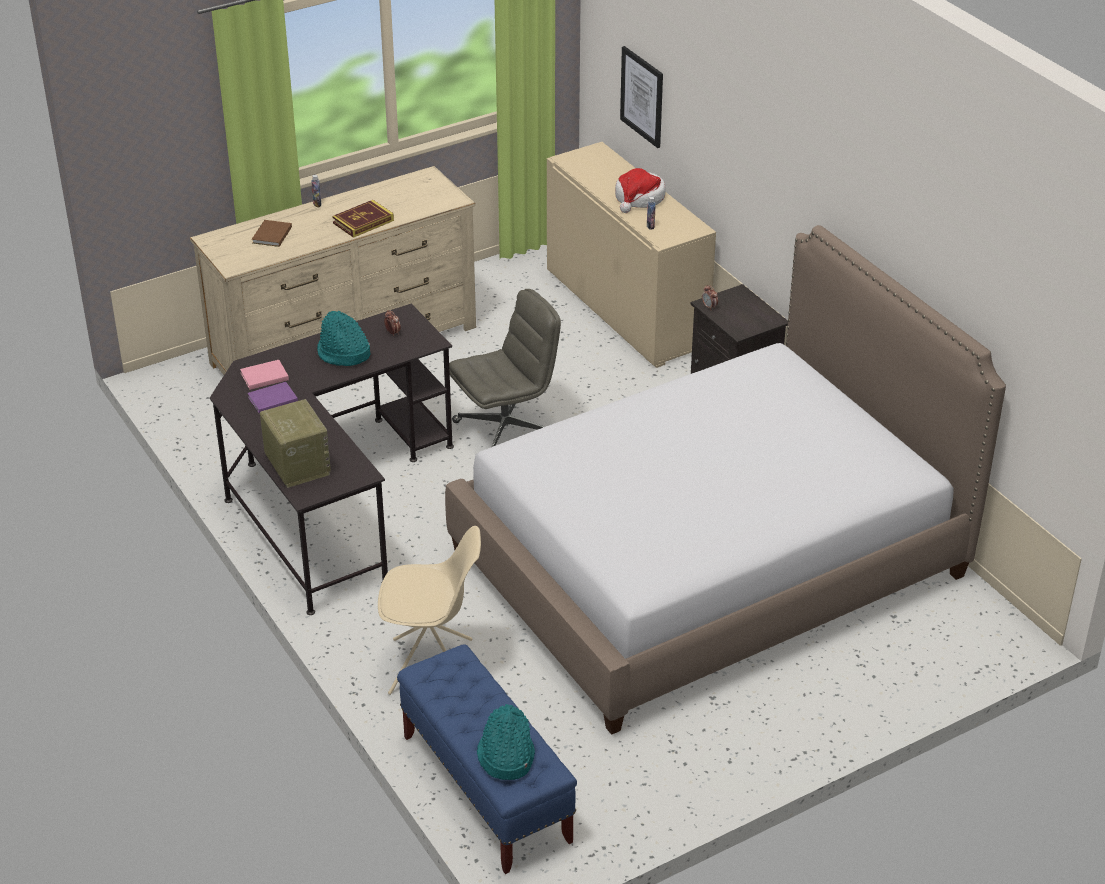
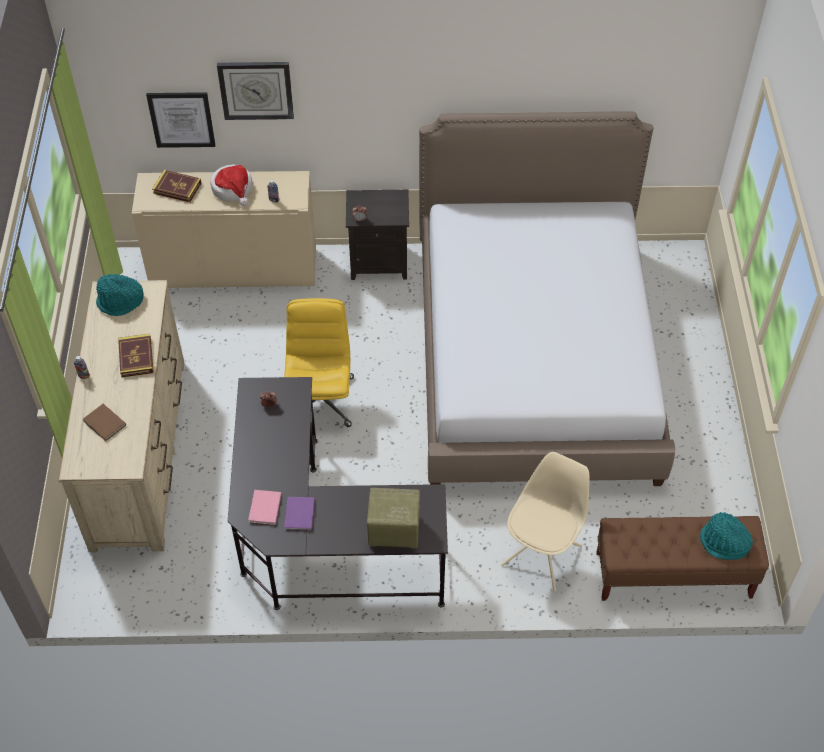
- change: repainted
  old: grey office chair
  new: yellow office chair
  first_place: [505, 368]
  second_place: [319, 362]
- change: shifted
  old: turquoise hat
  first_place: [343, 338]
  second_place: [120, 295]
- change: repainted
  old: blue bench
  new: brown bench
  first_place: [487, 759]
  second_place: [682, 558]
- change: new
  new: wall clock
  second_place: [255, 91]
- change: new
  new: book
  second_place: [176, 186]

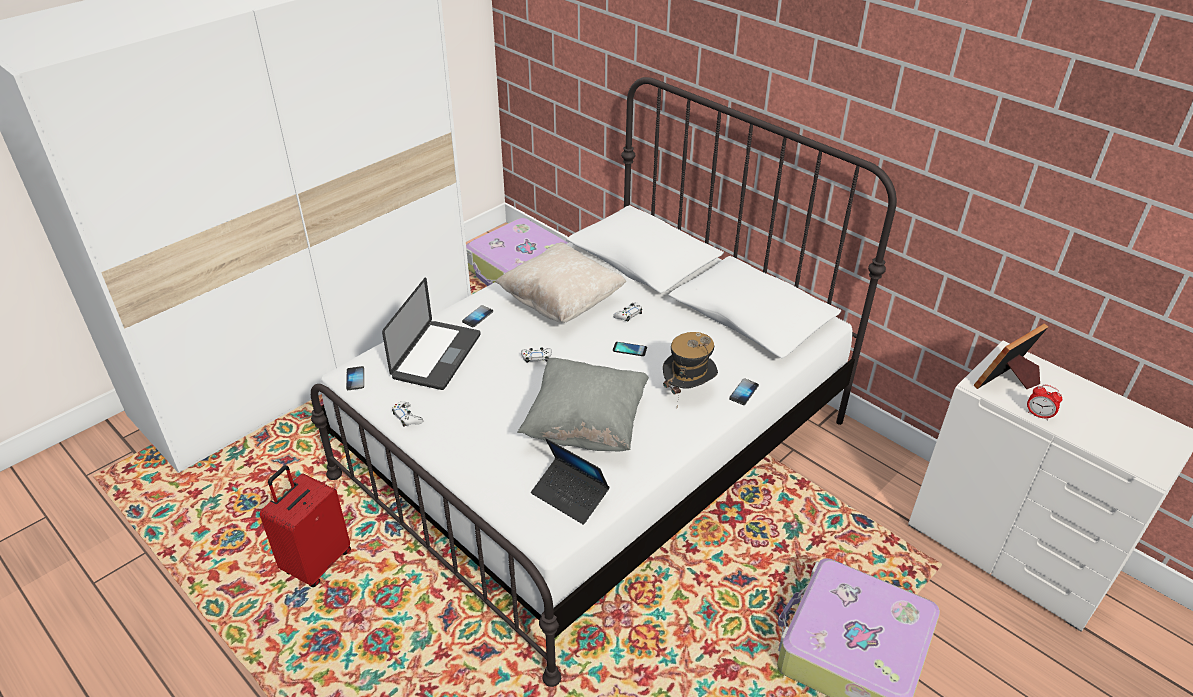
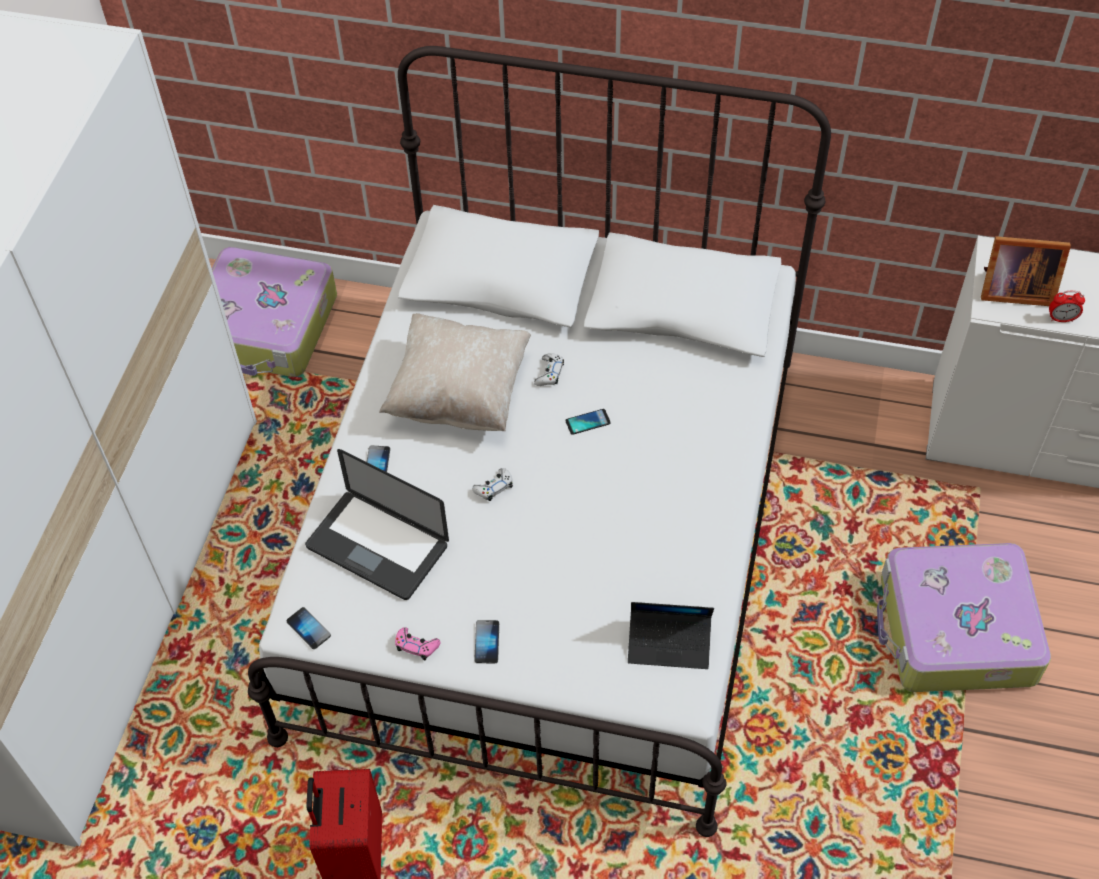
- change: rotated
  old: laptop
  first_place: [431, 334]
  second_place: [377, 524]
  degrees: 135
- change: rotated
  old: picture frame
  first_place: [1011, 356]
  second_place: [1026, 271]
  degrees: -105
- change: gone
  old: hat
  first_place: [690, 369]
- change: gone
  old: grey pillow
  first_place: [583, 404]
- change: shifted
  old: phone
  first_place: [744, 391]
  second_place: [486, 641]
- change: repainted
  old: white game controller
  new: pink game controller
  first_place: [407, 414]
  second_place: [417, 643]

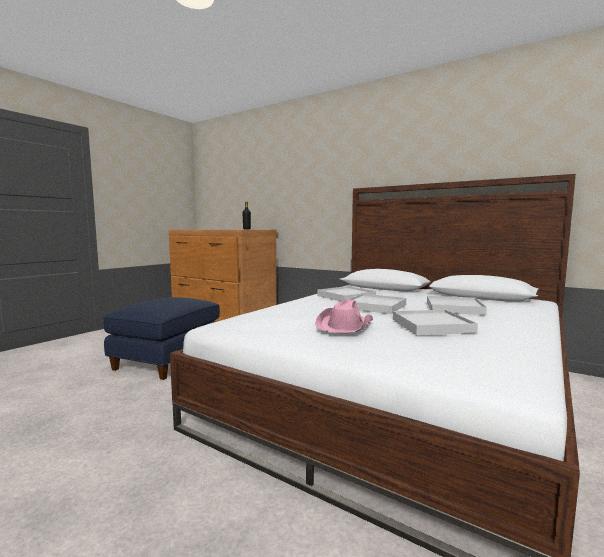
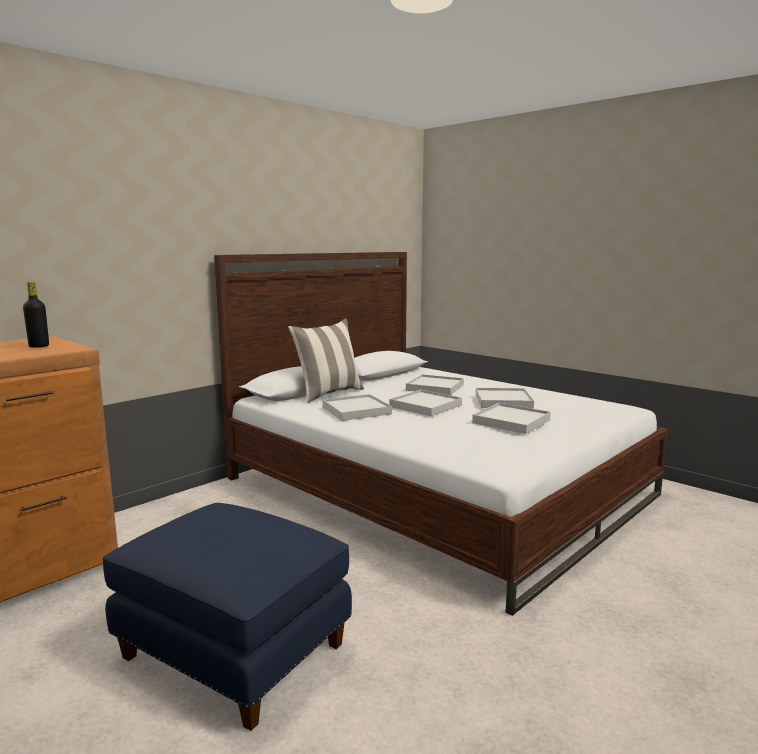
- change: swapped
  old: pink hat
  new: white tray
  first_place: [344, 315]
  second_place: [511, 418]
- change: new
  new: pillow
  second_place: [326, 360]

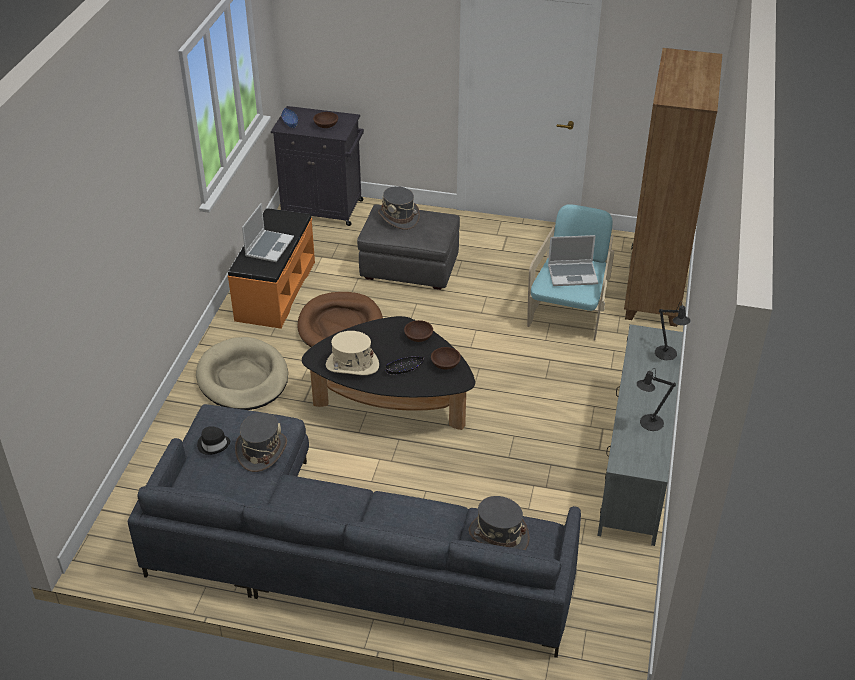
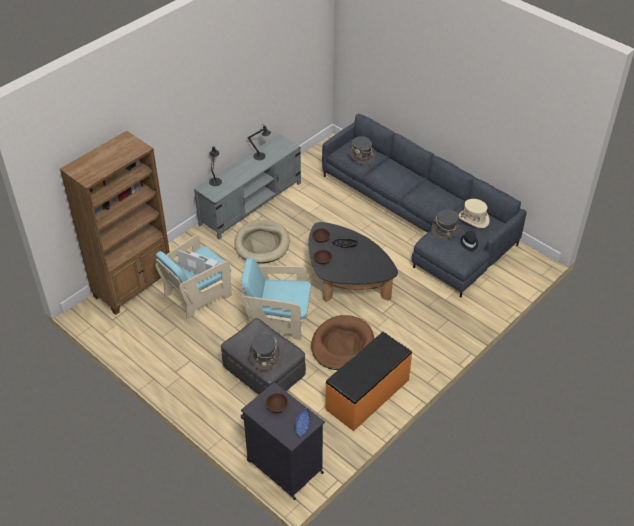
- change: gone
  old: laptop
  first_place: [268, 232]
- change: shifted
  old: beige hat
  first_place: [352, 353]
  second_place: [474, 213]
- change: shifted
  old: beige dog bed
  first_place: [242, 373]
  second_place: [262, 242]
- change: new
  new: turquoise armchair
  second_place: [276, 299]

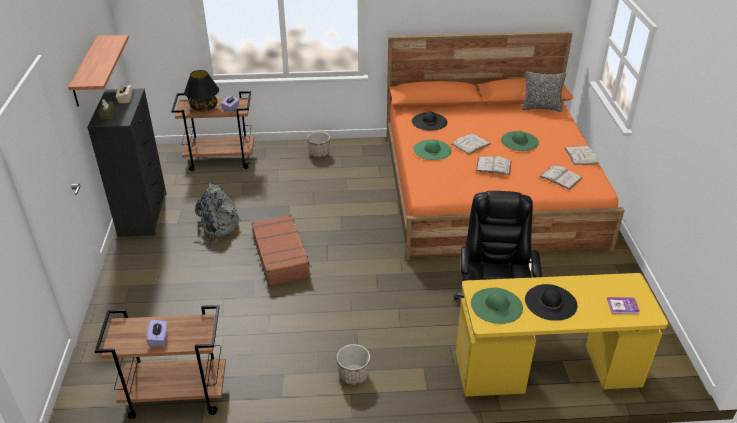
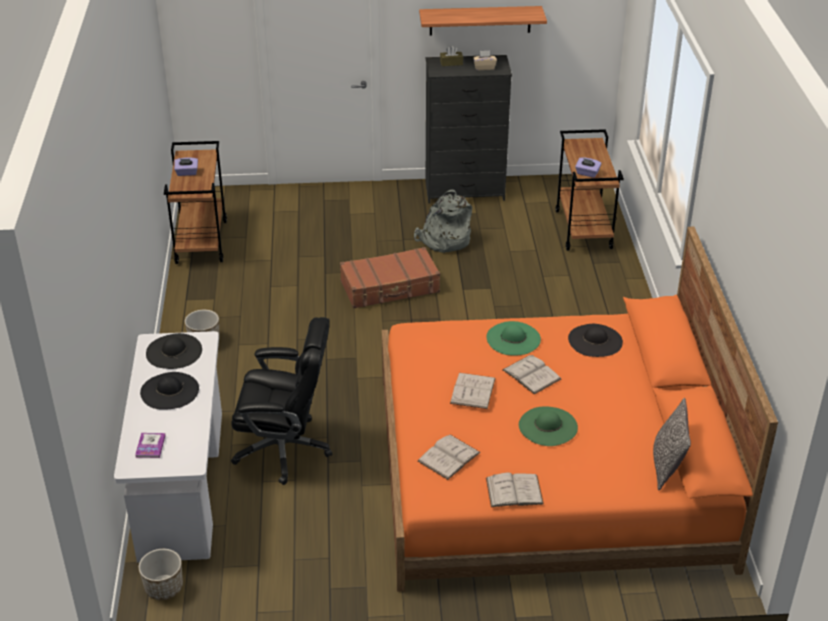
- change: gone
  old: black table lamp
  first_place: [201, 91]
- change: shifted
  old: planter
  first_place: [318, 145]
  second_place: [161, 574]
- change: repainted
  old: yellow desk
  new: white desk
  first_place: [562, 335]
  second_place: [168, 446]
- change: repainted
  old: green hat
  new: black hat
  first_place: [497, 306]
  second_place: [174, 351]

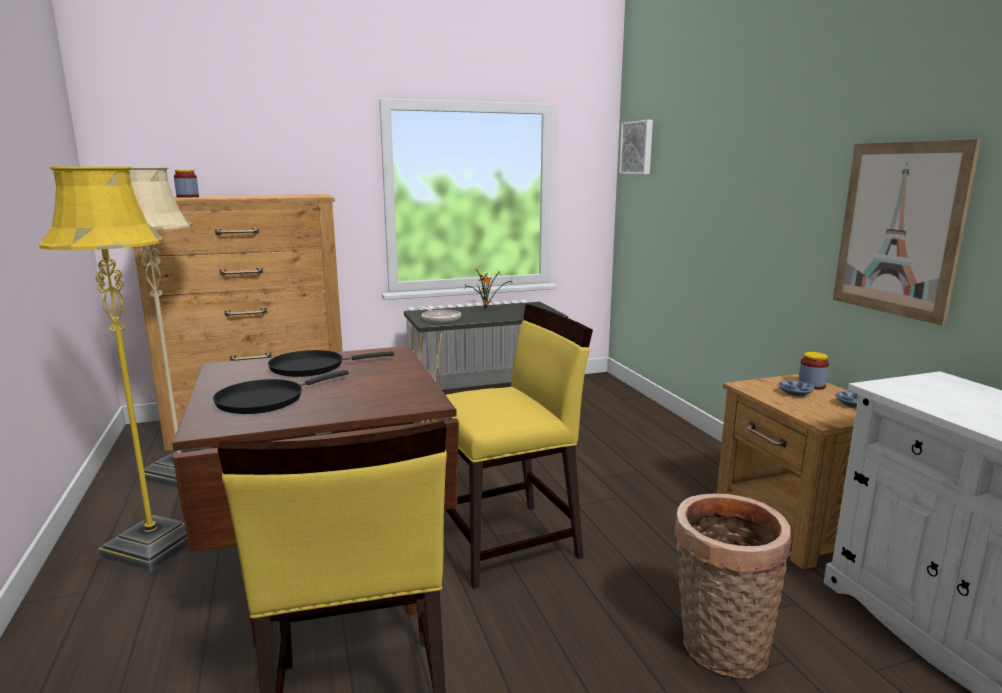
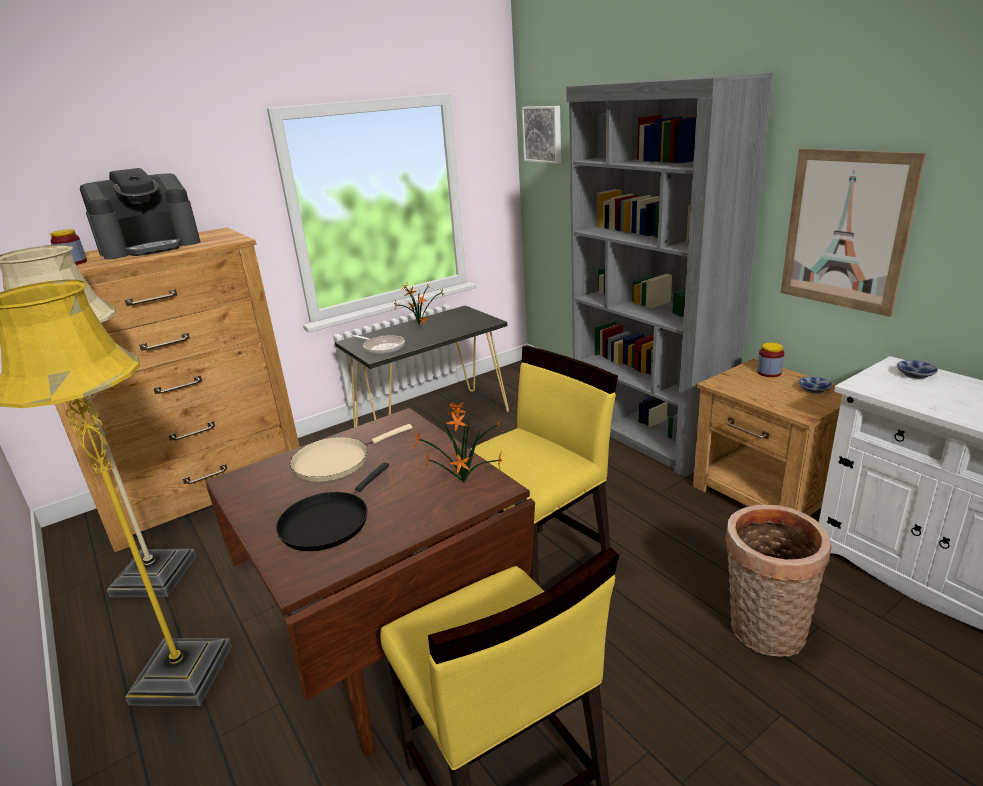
- change: repainted
  old: black frying pan
  new: beige frying pan
  first_place: [331, 363]
  second_place: [351, 453]
- change: shifted
  old: bowl
  first_place: [796, 389]
  second_place: [917, 369]
- change: new
  new: grey bookcase
  second_place: [669, 275]
- change: new
  new: coffee machine
  second_place: [140, 213]
- change: new
  new: potted plant
  second_place: [457, 442]

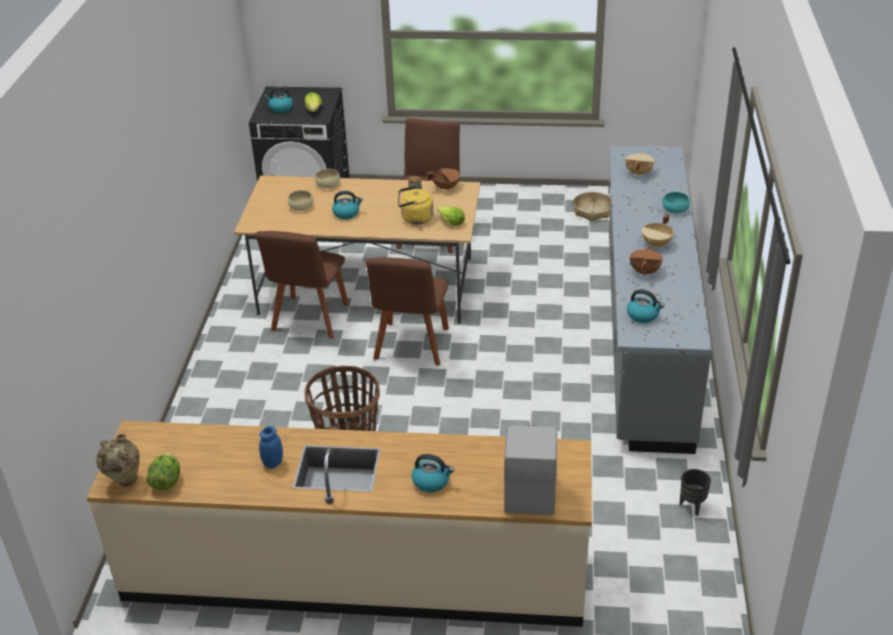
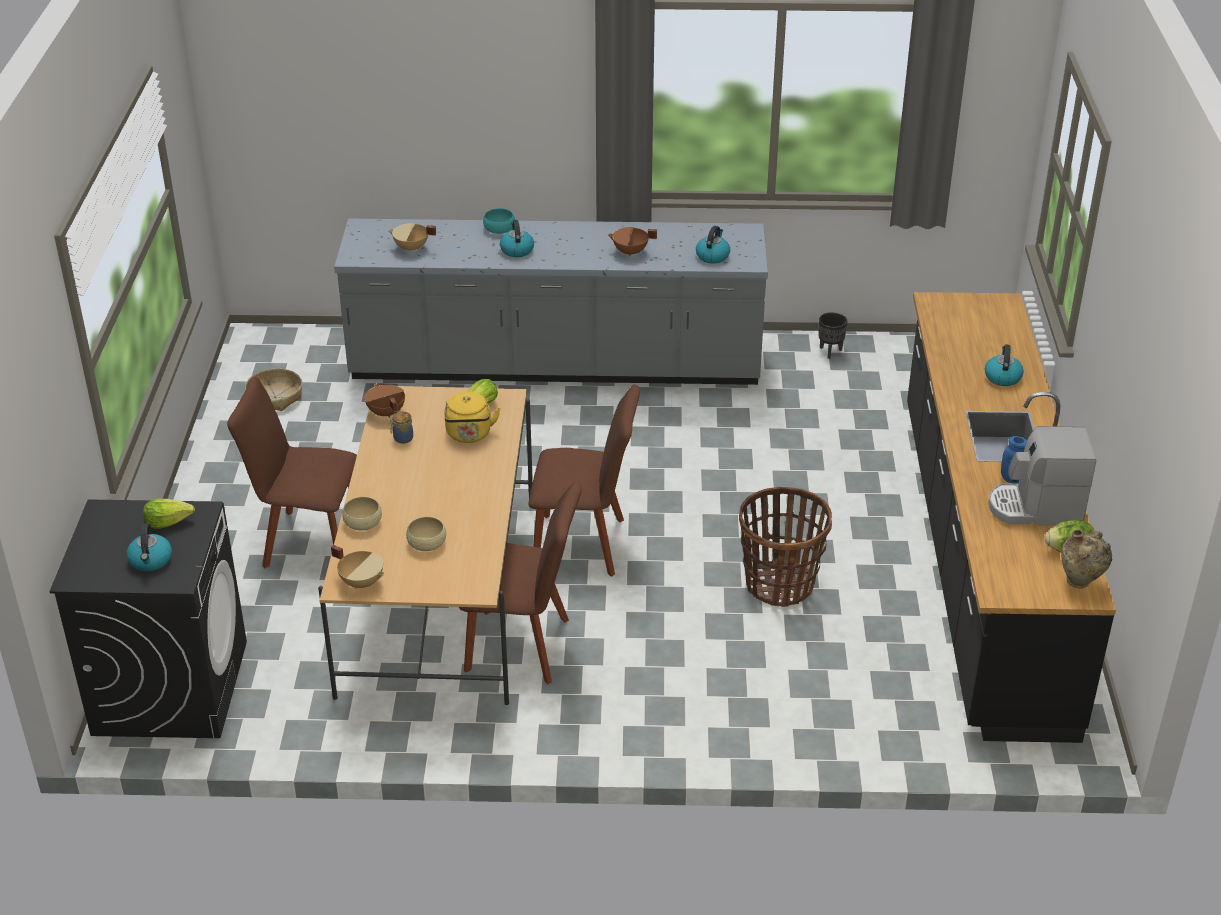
- change: shifted
  old: kettle
  first_place: [347, 205]
  second_place: [517, 238]
- change: shifted
  old: beige cooking pot
  first_place: [657, 231]
  second_place: [357, 567]
- change: repainted
  old: beige counter
  new: black counter
  first_place: [339, 524]
  second_place: [1011, 517]
- change: shifted
  old: coffee machine
  first_place: [530, 470]
  second_place: [1042, 475]

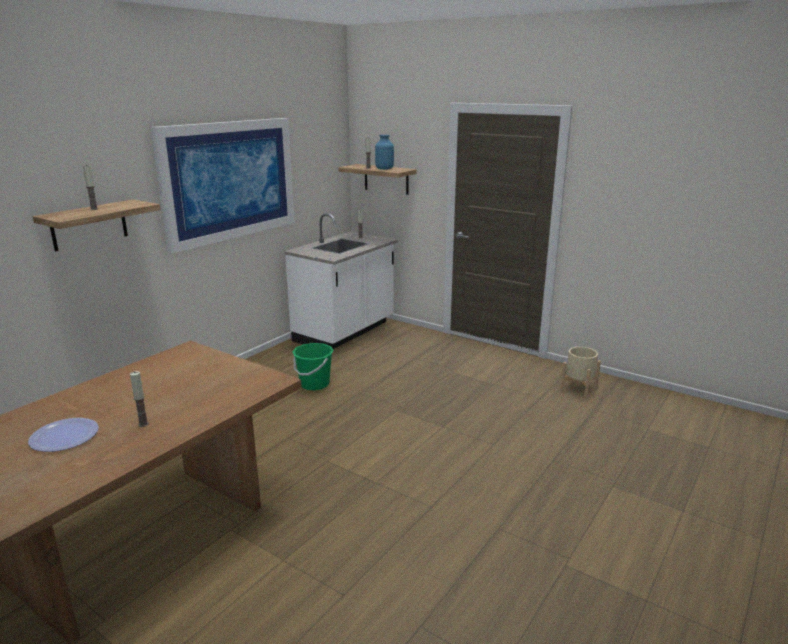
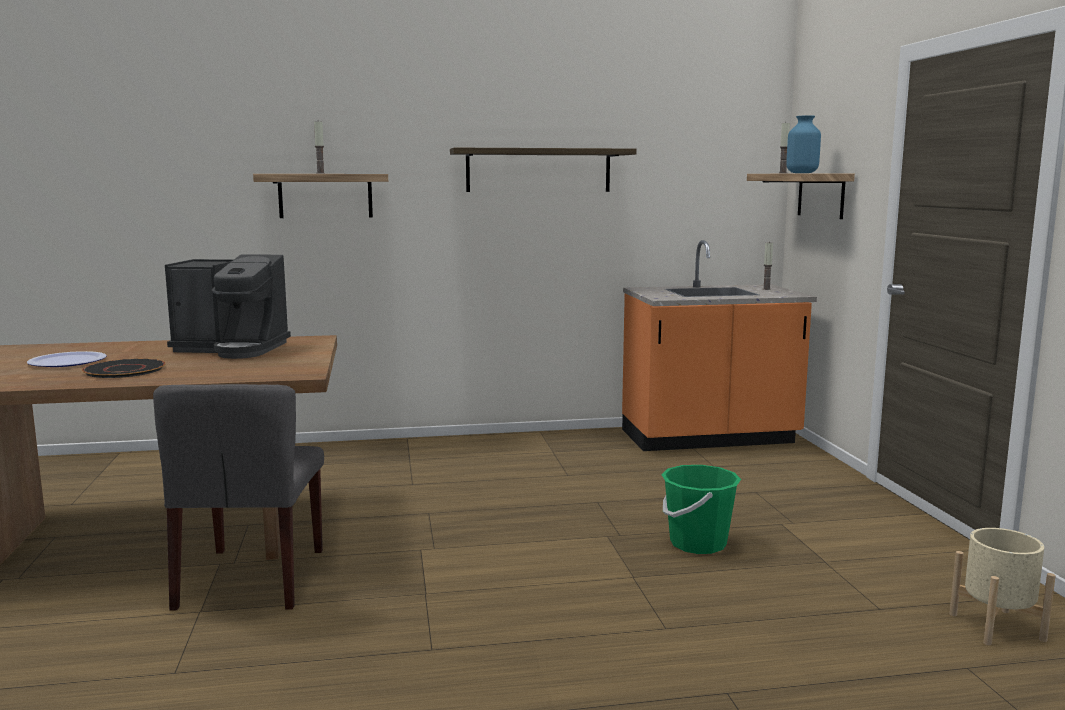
- change: swapped
  old: picture
  new: shelf
  first_place: [222, 186]
  second_place: [543, 170]
- change: repainted
  old: white counter
  new: orange counter
  first_place: [340, 281]
  second_place: [719, 345]
- change: shifted
  old: green bucket
  first_place: [313, 366]
  second_place: [701, 509]
- change: swapped
  old: candle
  new: black plate
  first_place: [139, 399]
  second_place: [124, 368]
- change: new
  new: coffee machine
  second_place: [228, 306]
- change: new
  new: grey chair
  second_place: [238, 497]

